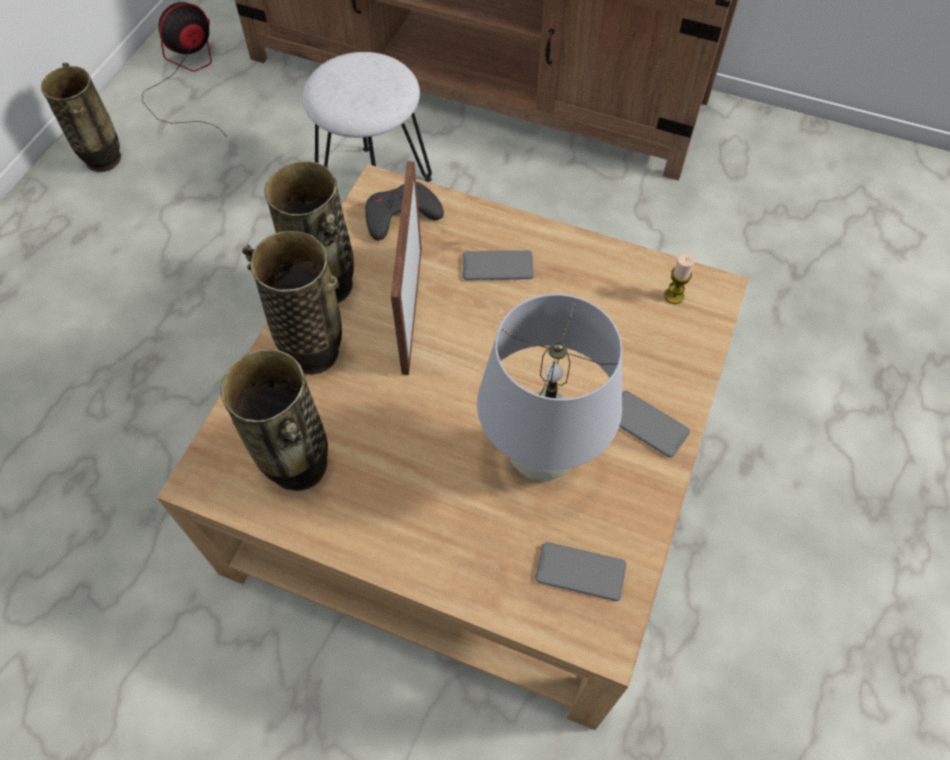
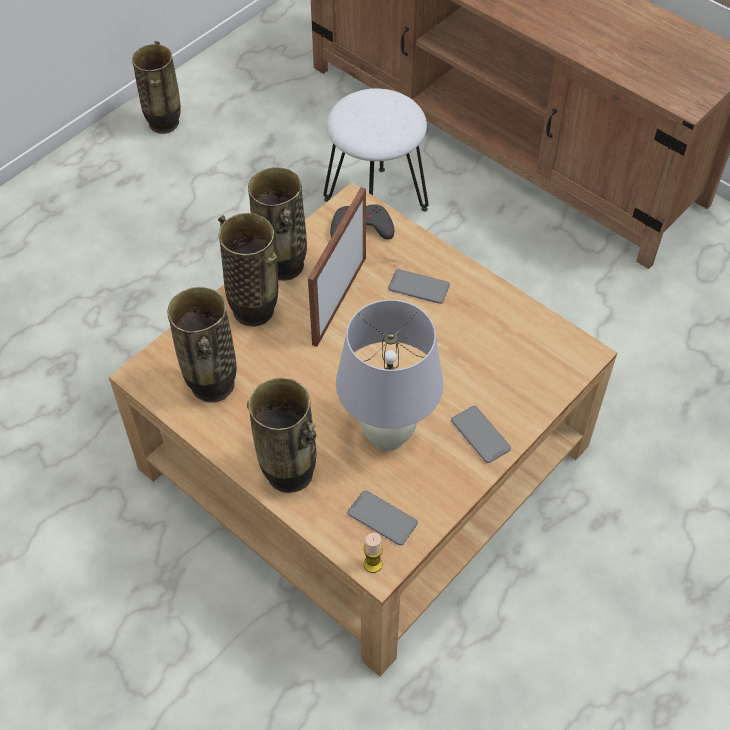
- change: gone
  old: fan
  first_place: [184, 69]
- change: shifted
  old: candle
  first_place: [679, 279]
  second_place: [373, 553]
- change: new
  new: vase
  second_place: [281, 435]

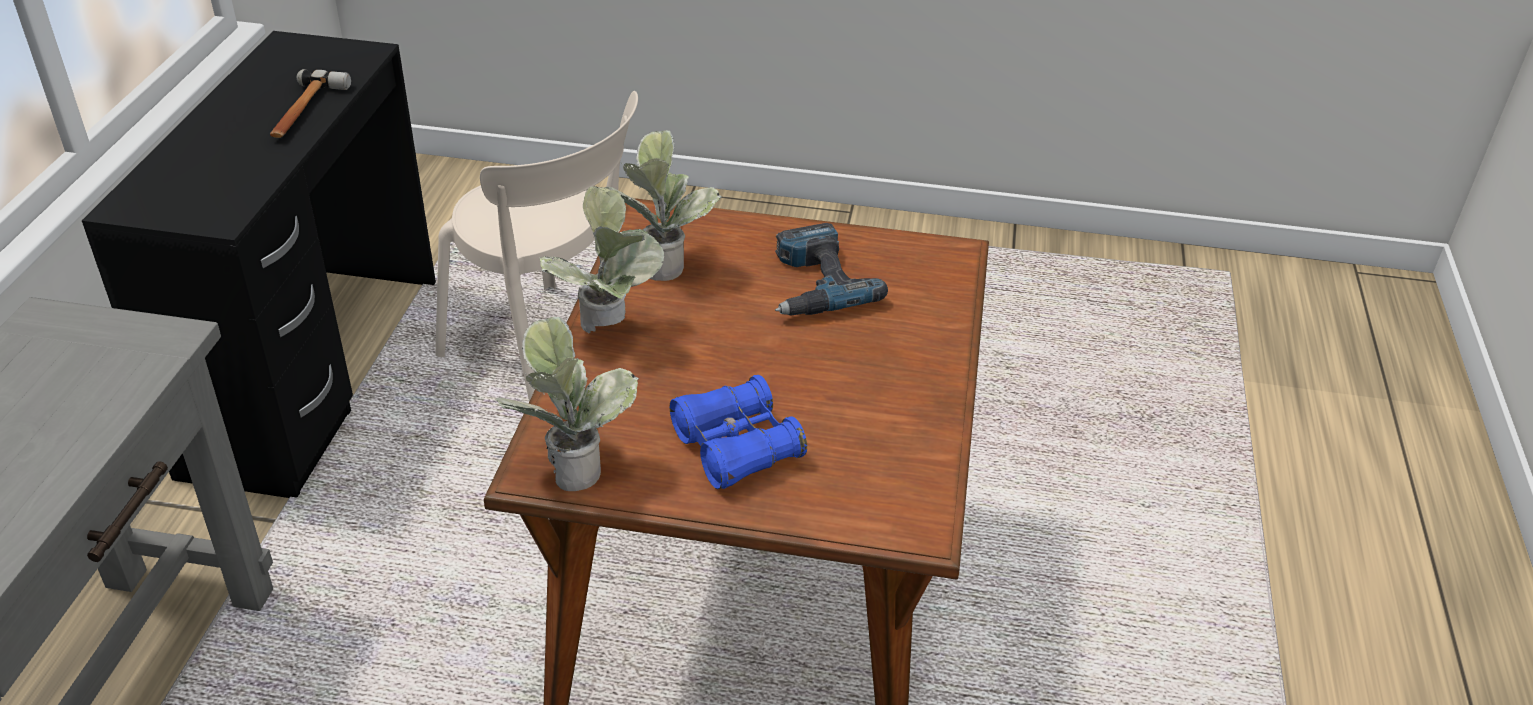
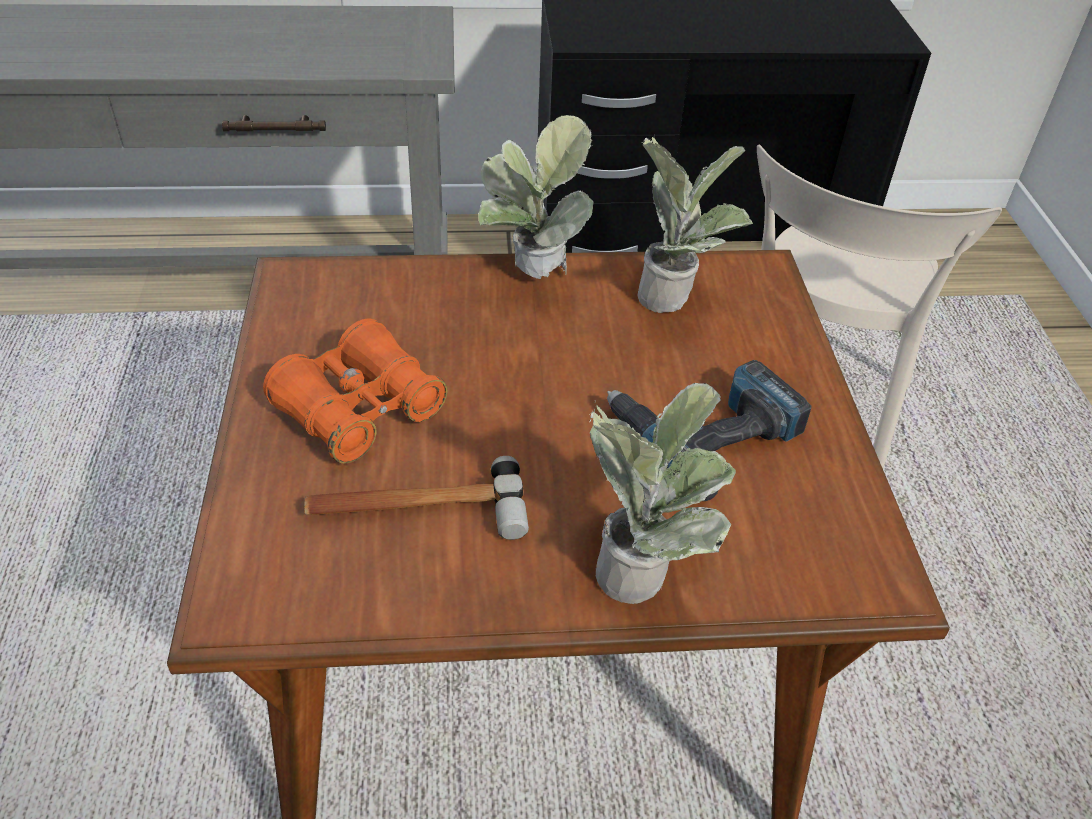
- change: shifted
  old: hammer
  first_place: [310, 103]
  second_place: [416, 498]
- change: shifted
  old: potted plant
  first_place: [567, 404]
  second_place: [662, 493]
- change: repainted
  old: blue binoculars
  new: orange binoculars
  first_place: [738, 432]
  second_place: [355, 391]

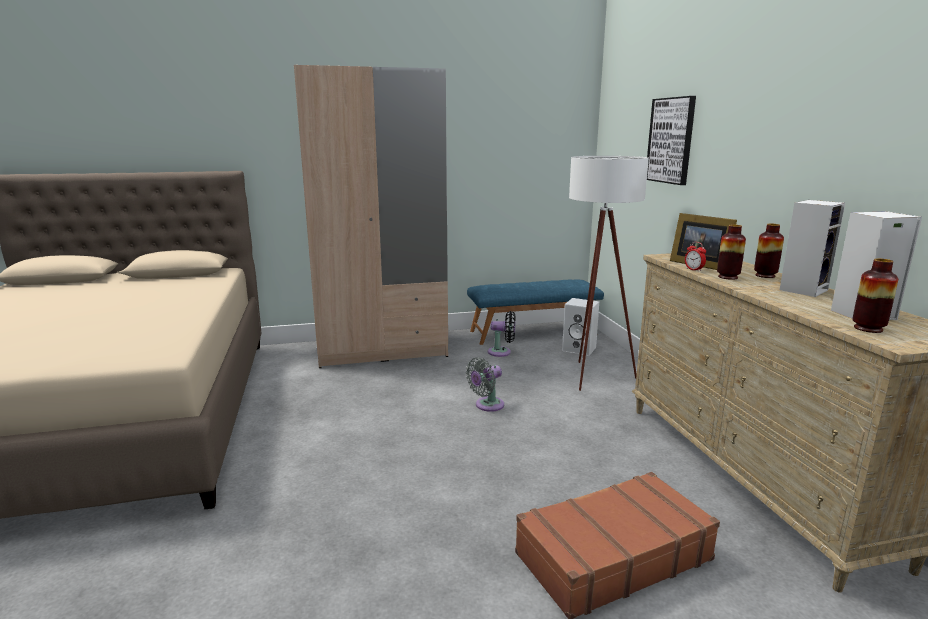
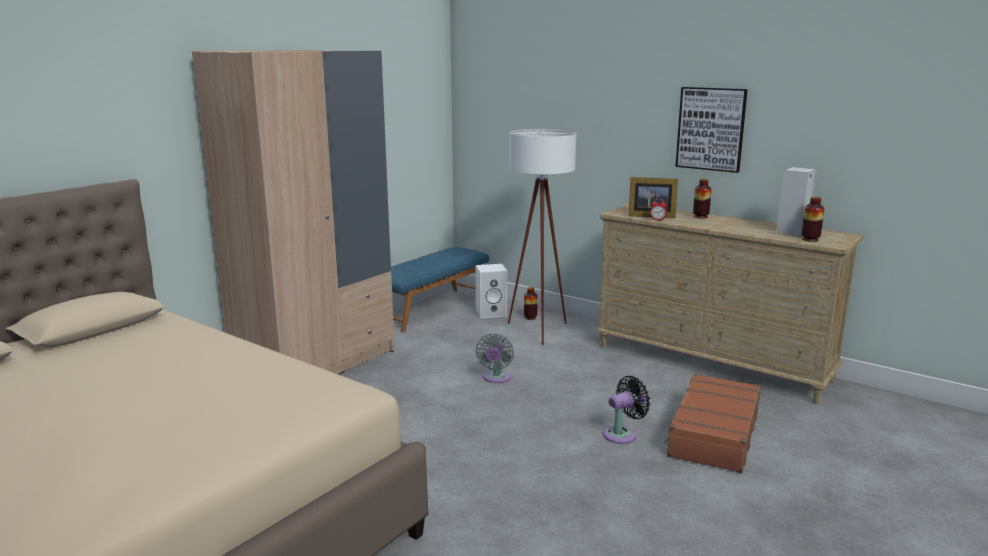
- change: shifted
  old: picture
  first_place: [671, 140]
  second_place: [711, 130]
- change: gone
  old: speaker
  first_place: [812, 248]
- change: shifted
  old: vase
  first_place: [731, 252]
  second_place: [531, 303]
- change: shifted
  old: black fan
  first_place: [502, 334]
  second_place: [626, 410]

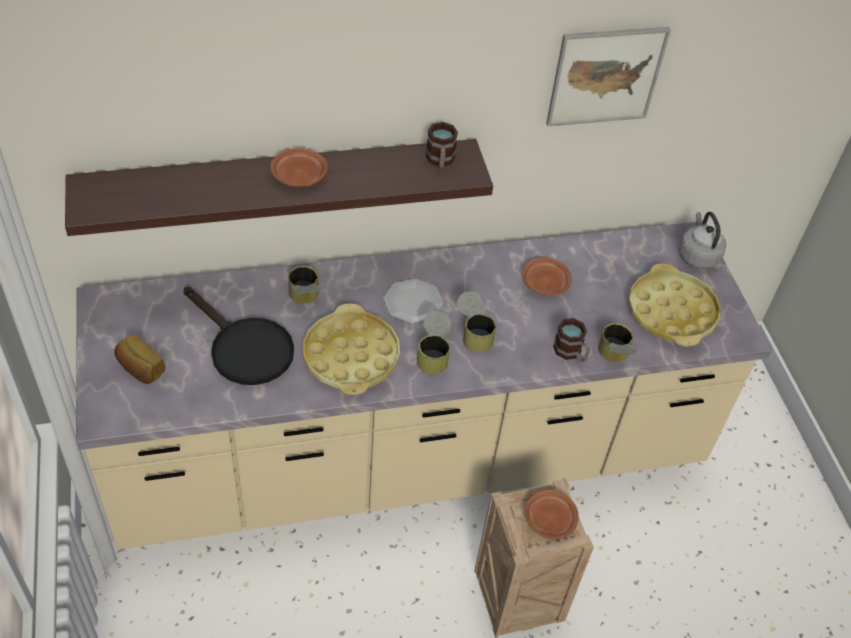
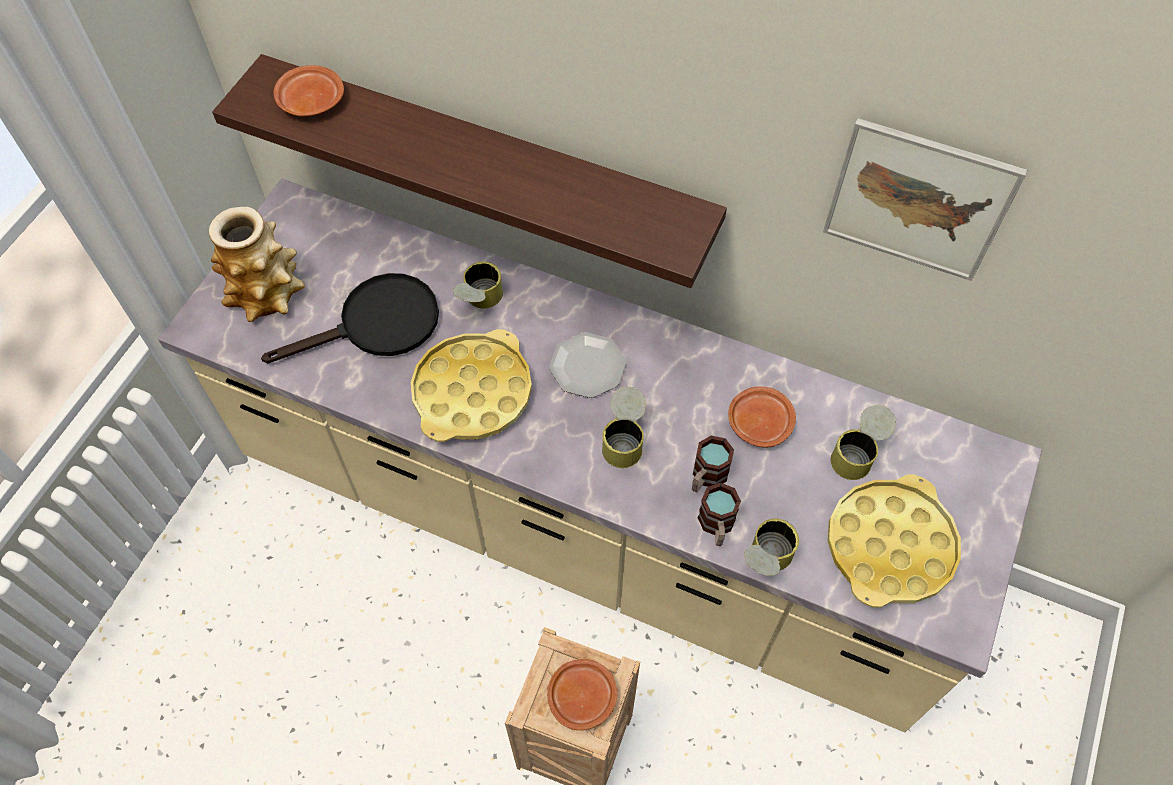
- change: shifted
  old: mug
  first_place: [442, 145]
  second_place: [713, 464]
- change: shifted
  old: brown plate
  first_place: [299, 167]
  second_place: [309, 91]
- change: gone
  old: grey kettle
  first_place: [702, 240]
- change: rotated
  old: black frying pan
  first_place: [239, 336]
  second_place: [350, 318]
  degrees: -105
- change: shifted
  old: can
  first_place: [434, 342]
  second_place: [863, 442]
- change: swapped
  old: bread
  new: vase
  first_place: [139, 359]
  second_place: [257, 264]

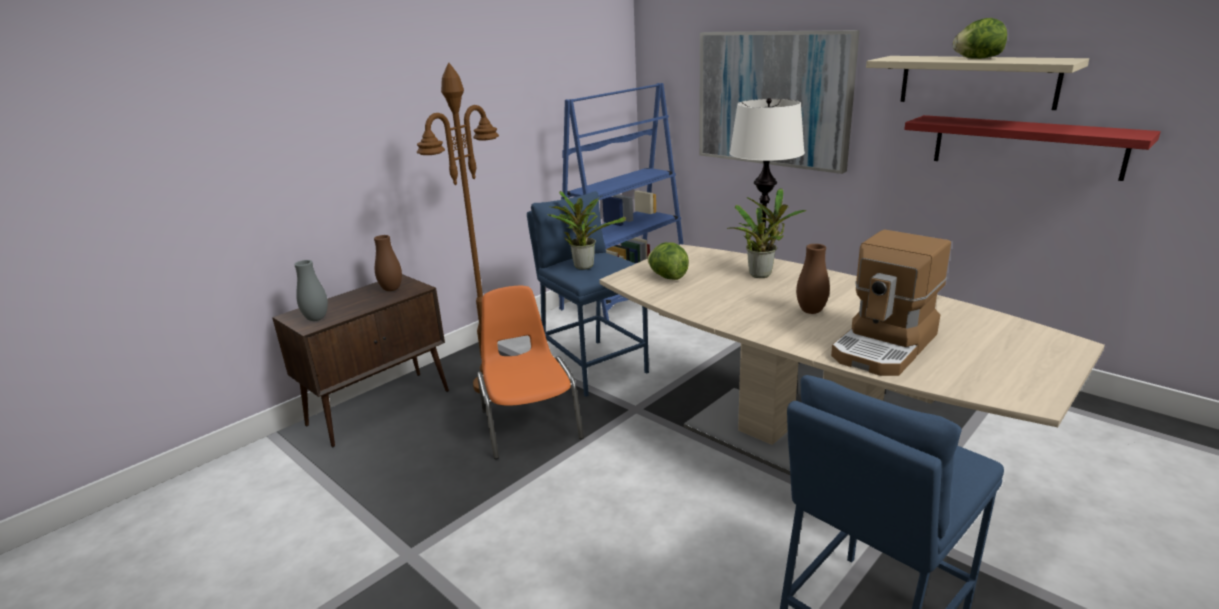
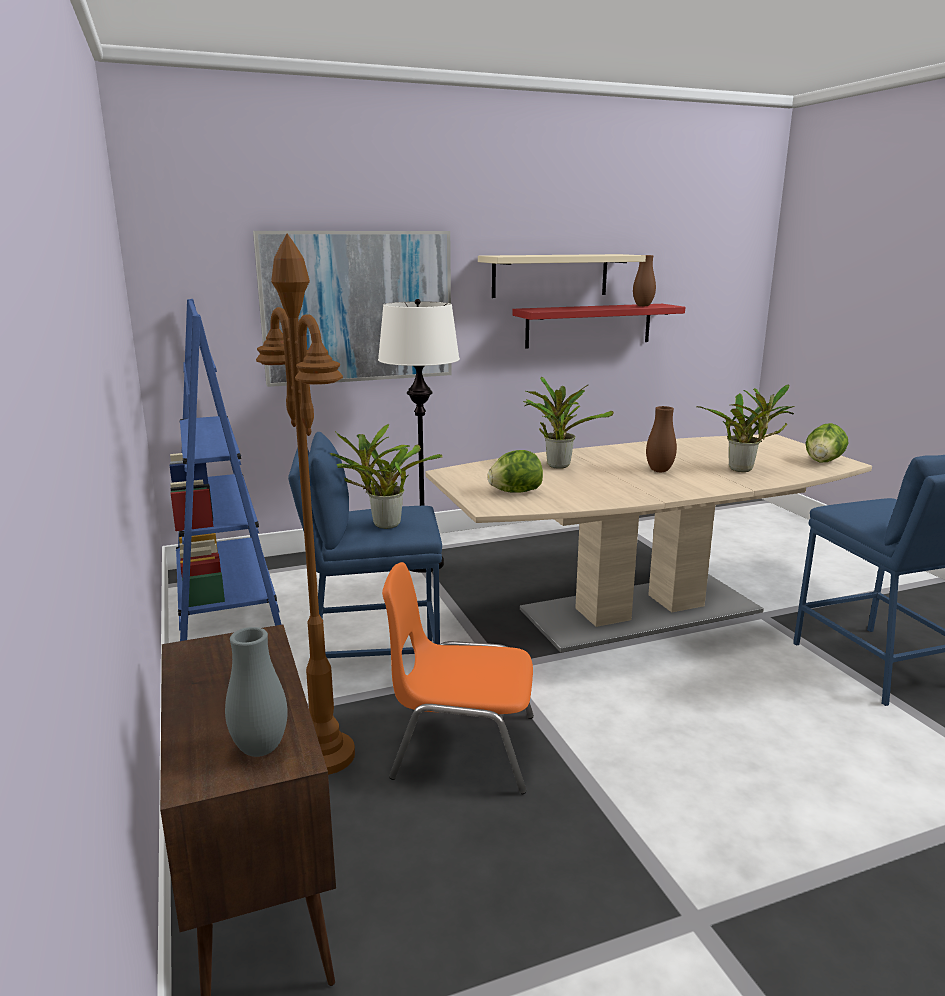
- change: shifted
  old: lettuce
  first_place: [980, 38]
  second_place: [827, 443]
- change: swapped
  old: coffee machine
  new: potted plant
  first_place: [891, 303]
  second_place: [745, 428]
- change: shifted
  old: brown vase
  first_place: [388, 263]
  second_place: [644, 280]

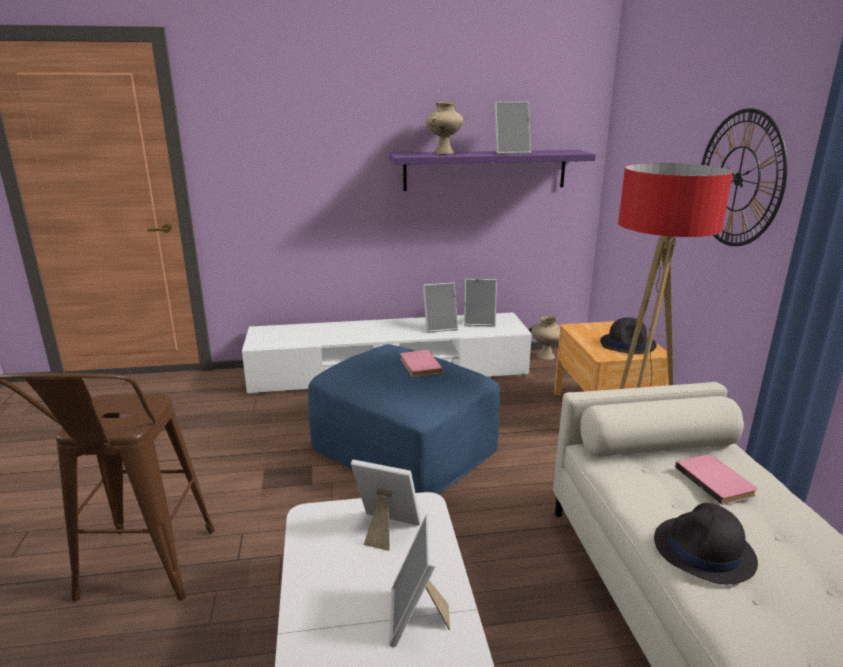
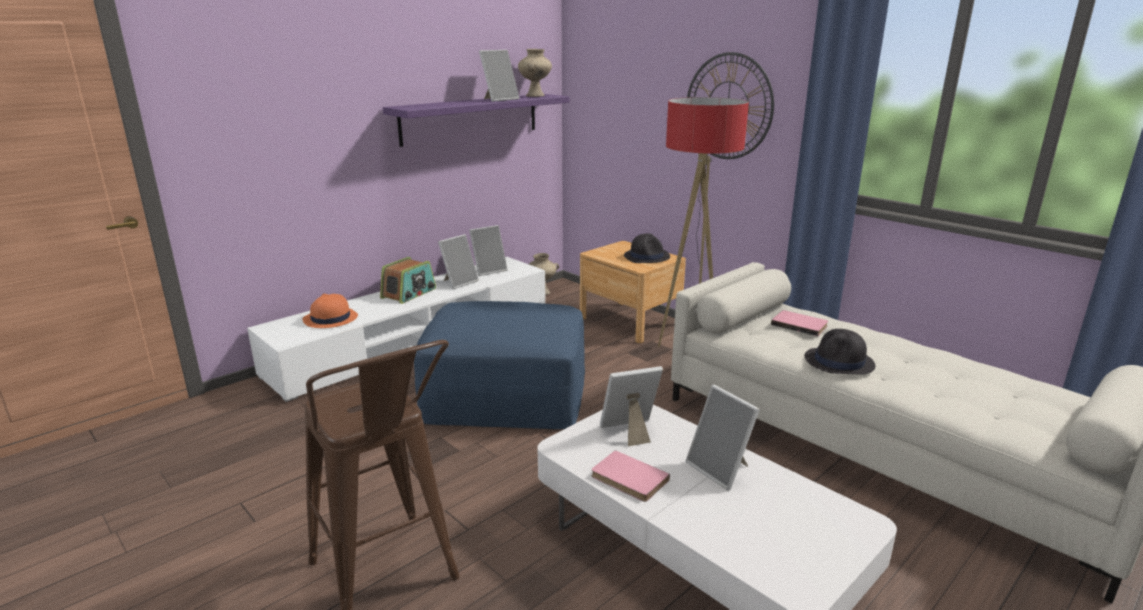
- change: shifted
  old: beige vase
  first_place: [444, 128]
  second_place: [535, 73]
- change: shifted
  old: pink book
  first_place: [421, 363]
  second_place: [631, 476]
- change: new
  new: radio
  second_place: [408, 280]
- change: new
  new: orange hat
  second_place: [330, 311]

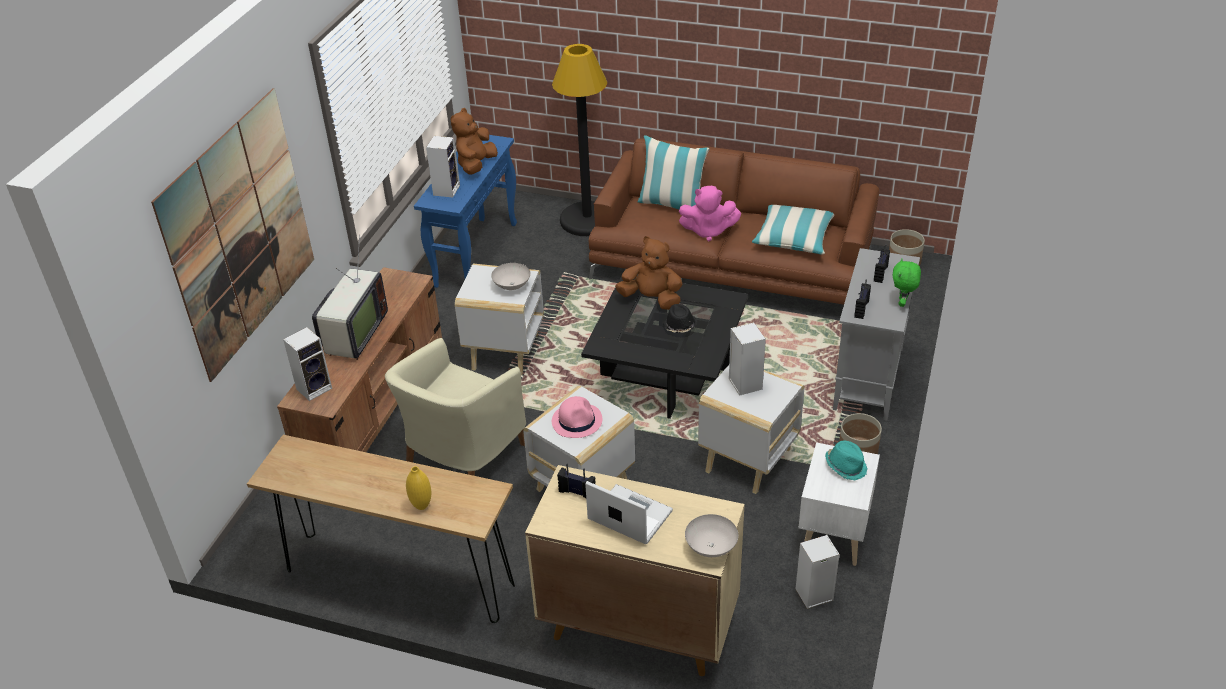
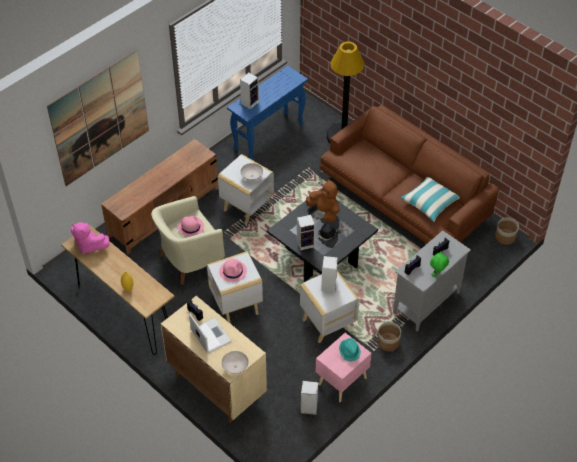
- change: gone
  old: brown plush toy
  first_place: [474, 141]
- change: gone
  old: pillow
  first_place: [673, 172]
- change: shifted
  old: pink plush toy
  first_place: [710, 213]
  second_place: [90, 238]
- change: gone
  old: television
  first_place: [350, 297]
- change: shifted
  old: speaker
  first_place: [307, 364]
  second_place: [306, 232]
- change: repainted
  old: white nightstand
  new: pink nightstand
  first_place: [839, 504]
  second_place: [344, 367]
- change: new
  new: pink hat
  second_place: [191, 226]

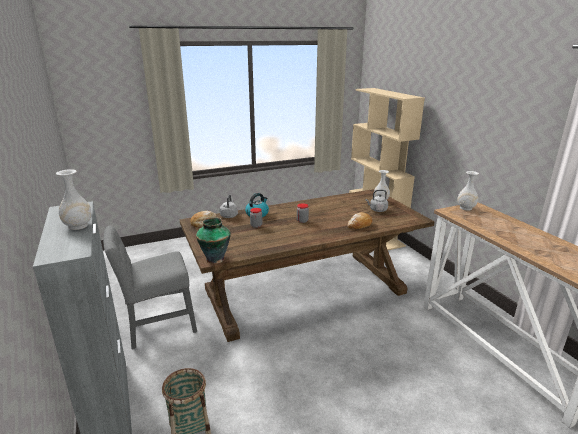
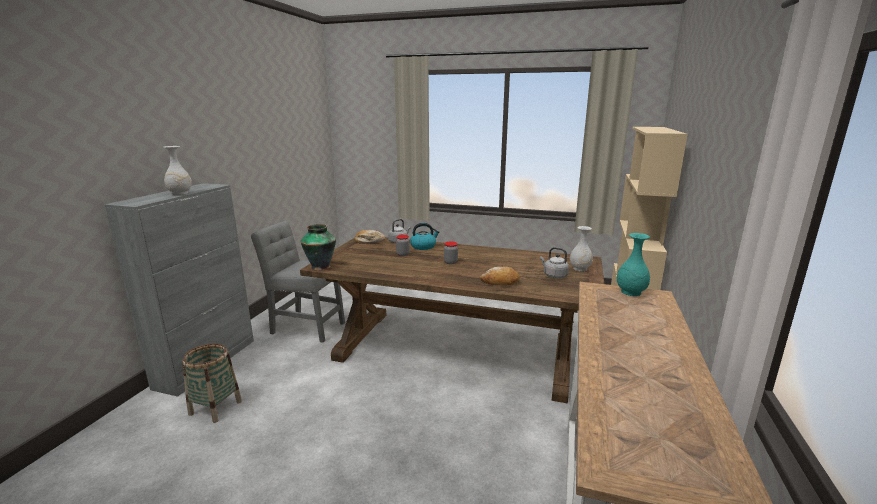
- change: repainted
  old: white vase
  new: turquoise vase
  first_place: [468, 191]
  second_place: [633, 264]

